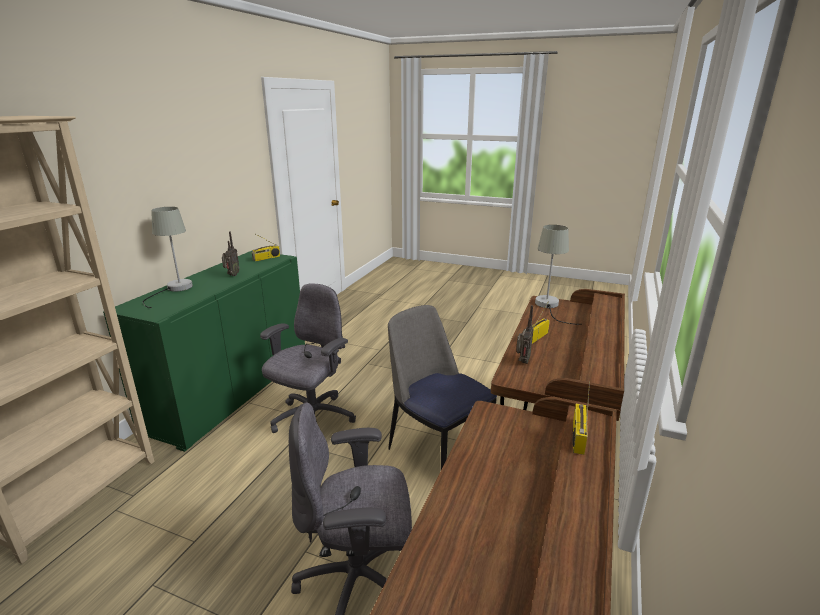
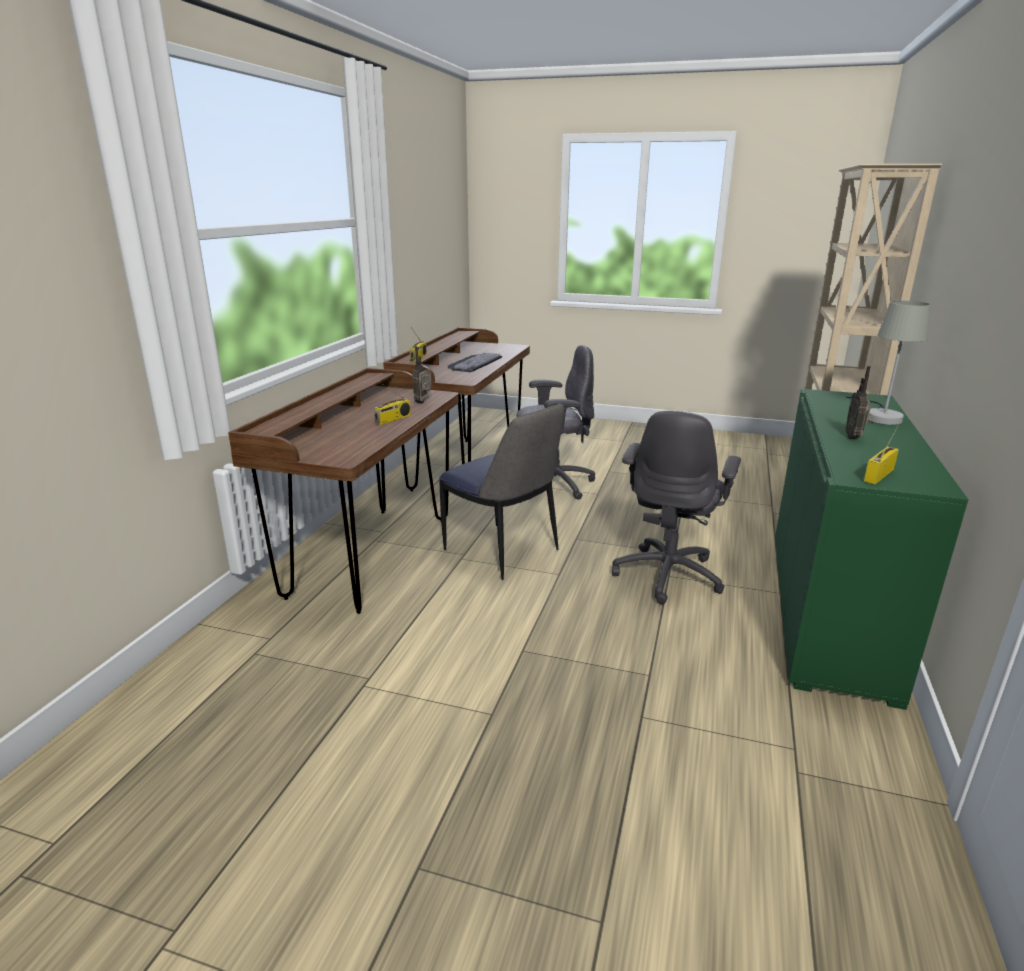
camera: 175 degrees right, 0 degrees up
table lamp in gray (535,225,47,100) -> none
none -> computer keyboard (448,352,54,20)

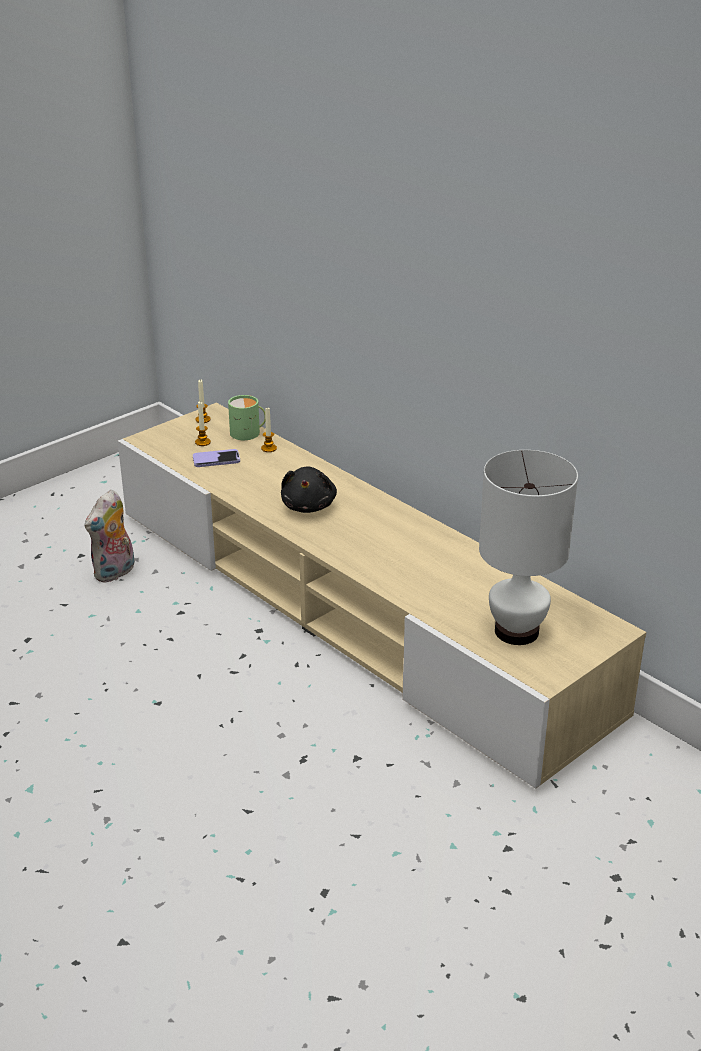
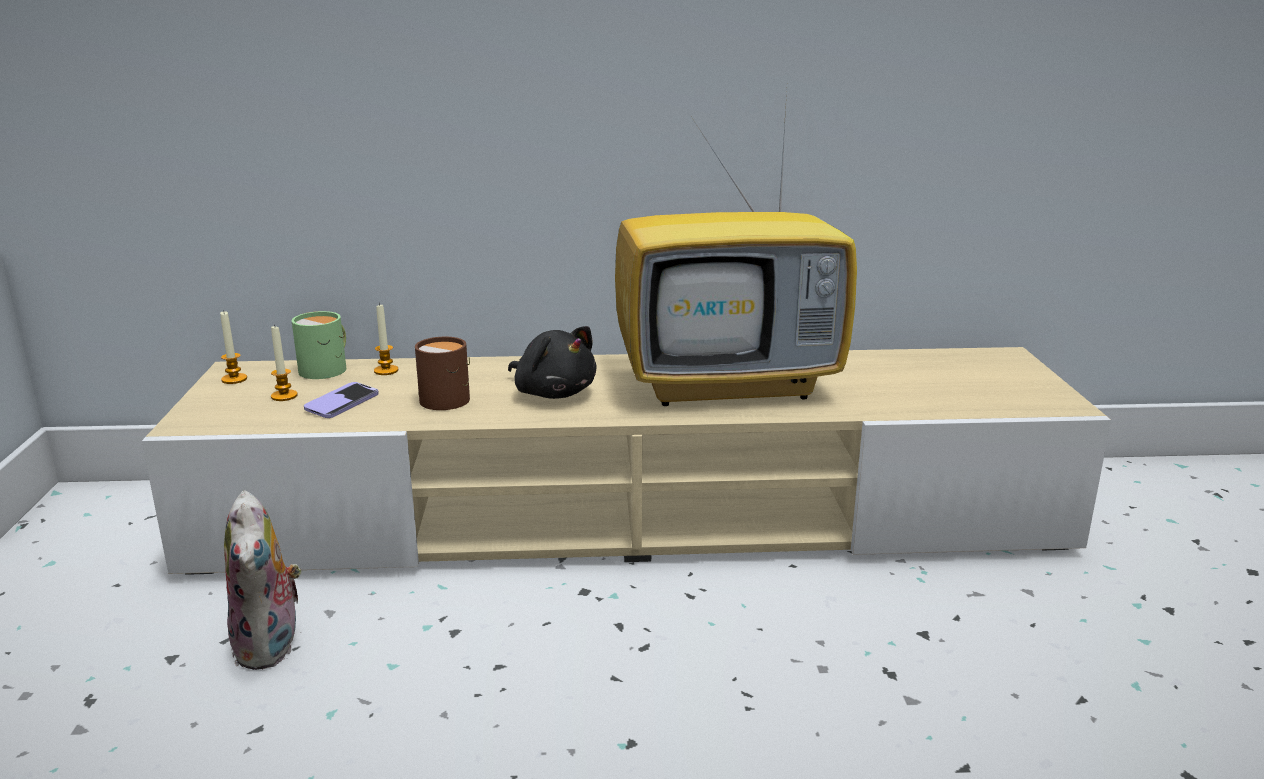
camera: 50 degrees left, 10 degrees down
table lamp in whitish (479,450,99,195) -> none
none -> television (615,93,242,313)
none -> coffee mug in brownish (415,337,55,73)

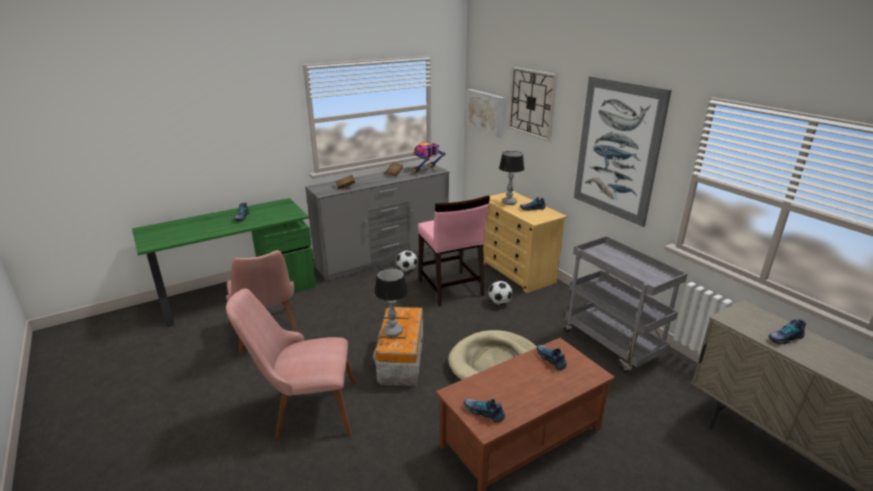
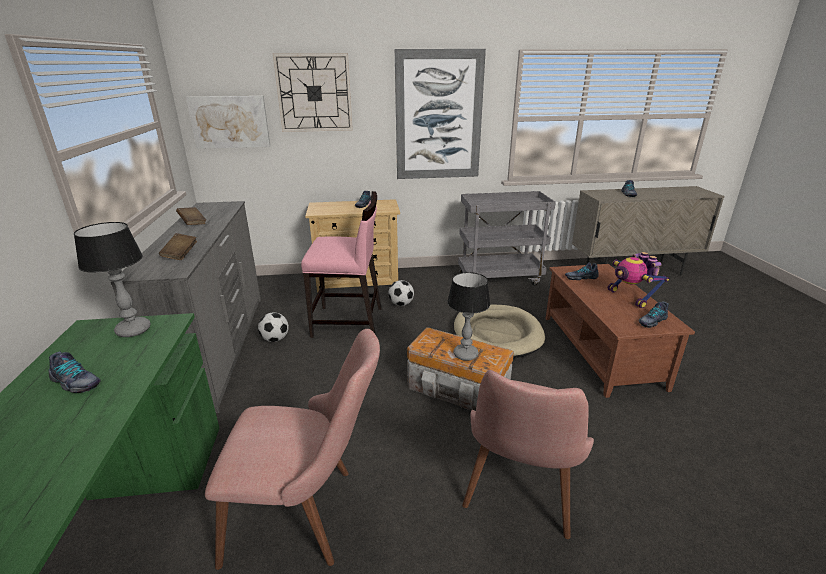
camera: 65 degrees left, 0 degrees up
model robot (413,142,33,31) -> model robot (608,252,61,56), shifted
table lamp (499,151,25,54) -> table lamp (74,222,77,115), shifted

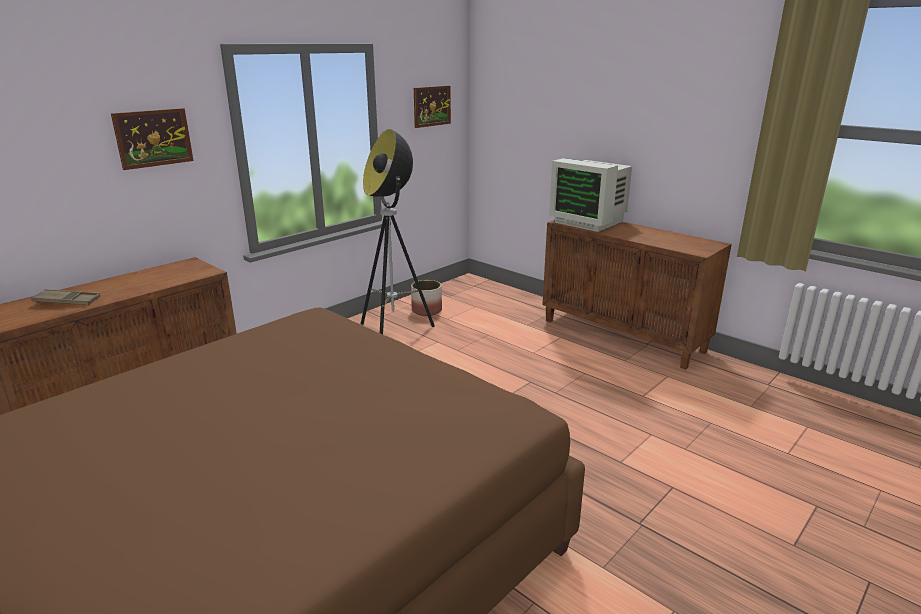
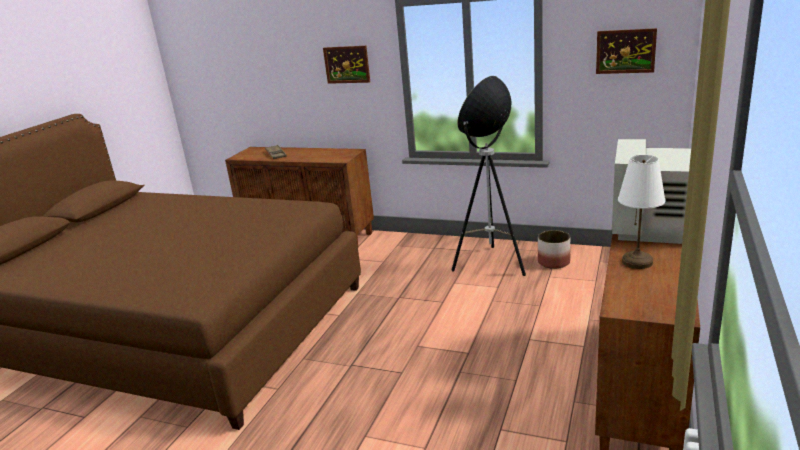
camera: 70 degrees right, 0 degrees up
none -> table lamp in whitish (618,155,48,114)

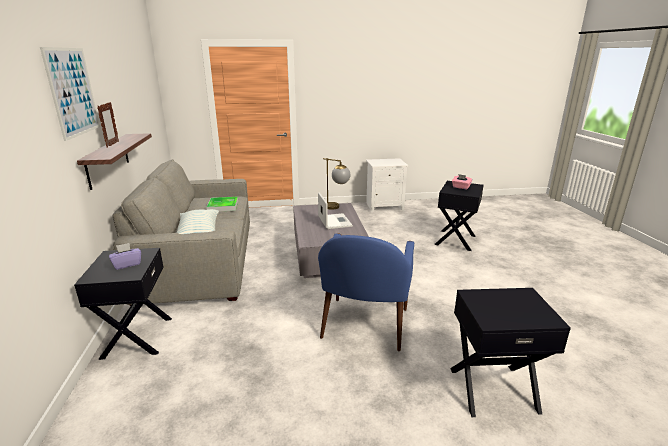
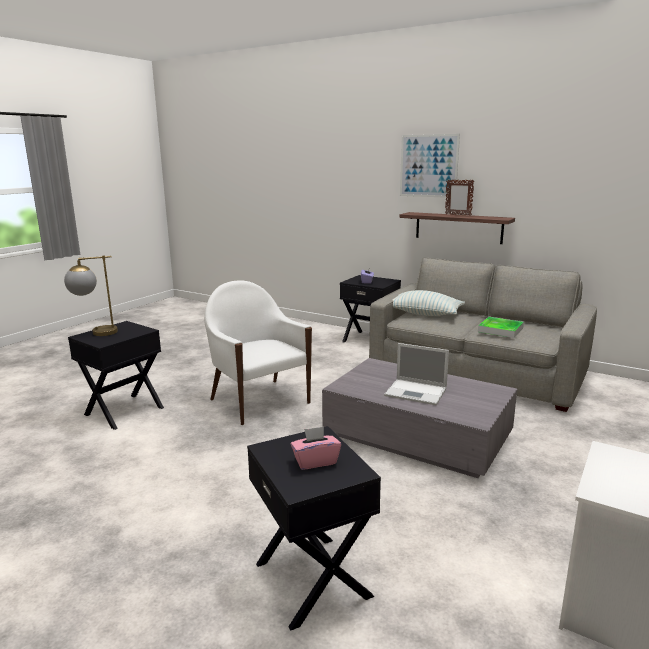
camera: 130 degrees right, 5 degrees down
table lamp (323,158,27,52) -> table lamp (64,256,54,80), shifted
lounge chair in bluish (318,233,96,118) -> lounge chair in whitish (204,280,108,145)

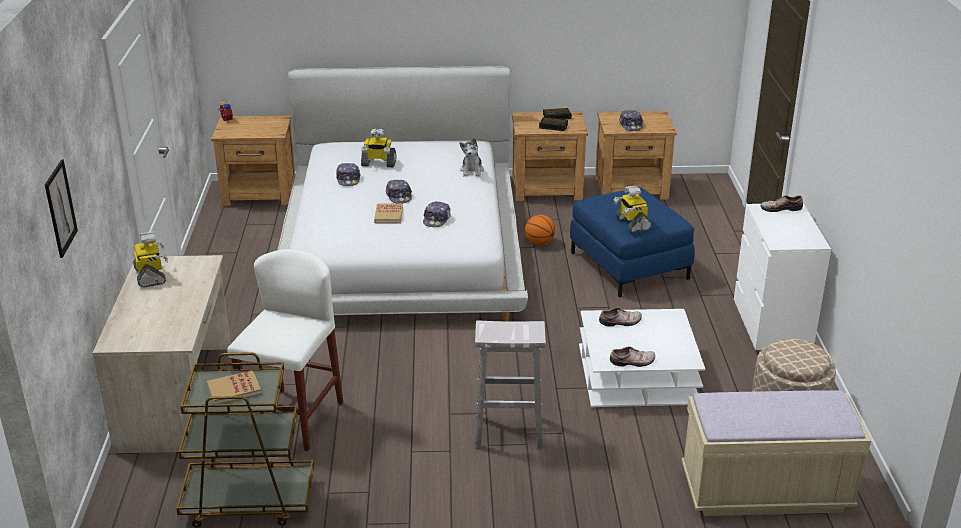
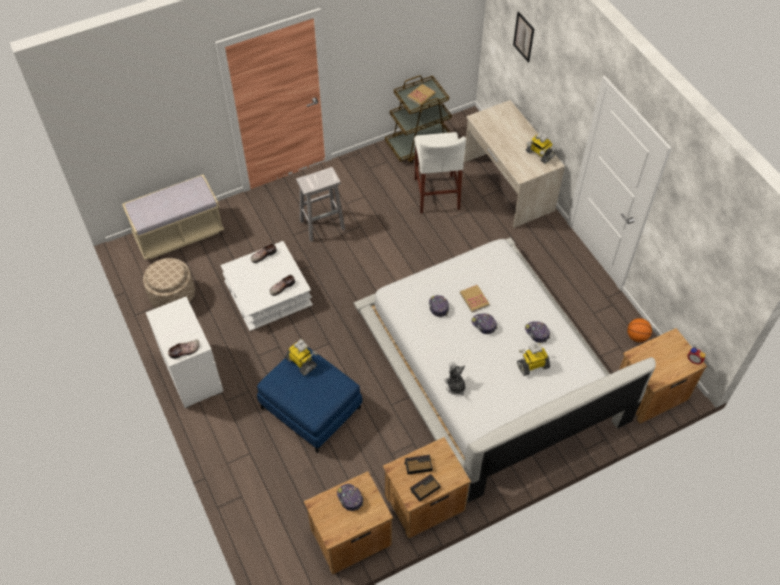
camera: 155 degrees right, 25 degrees up
ball for basketball (525,215,30,30) -> ball for basketball (627,318,25,24), shifted

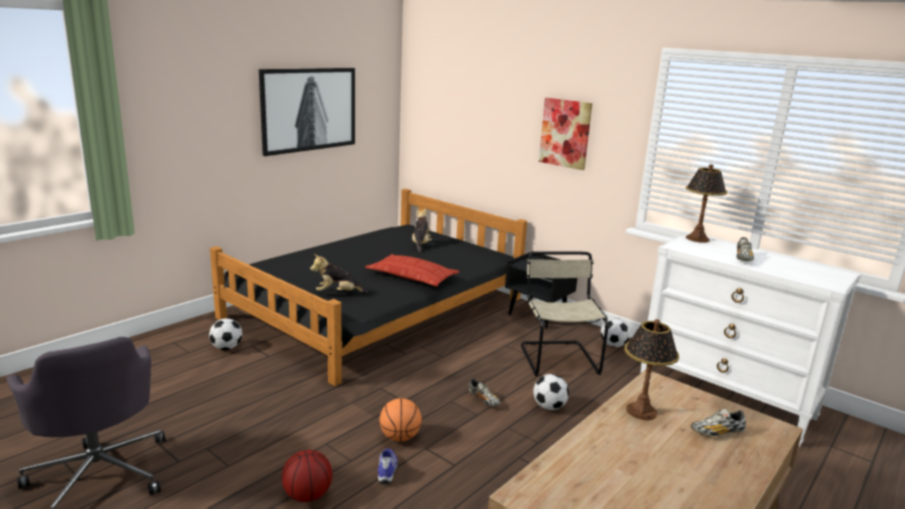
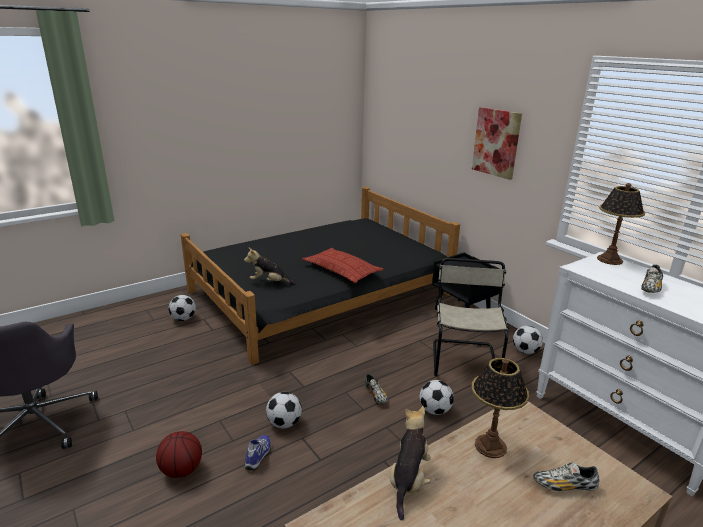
camera: 15 degrees right, 5 degrees up
wall art (259,68,96,88) -> none
cuddly toy (412,208,20,44) -> cuddly toy (390,406,41,114), shifted
ball for basketball (379,398,43,44) -> ball for football (266,392,36,36)

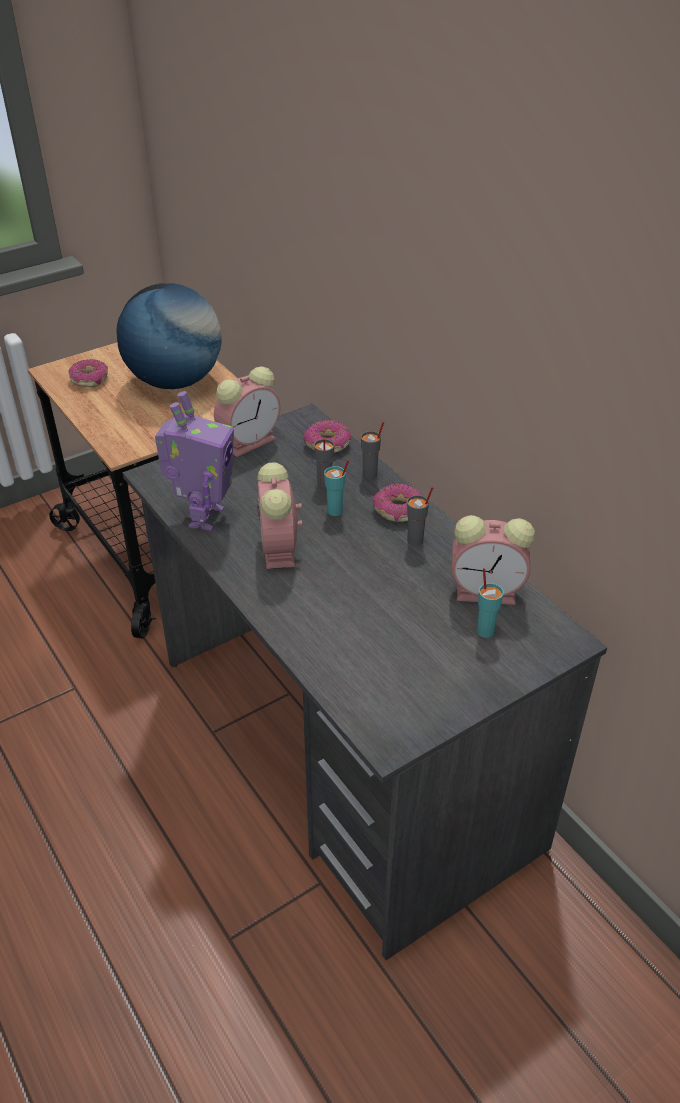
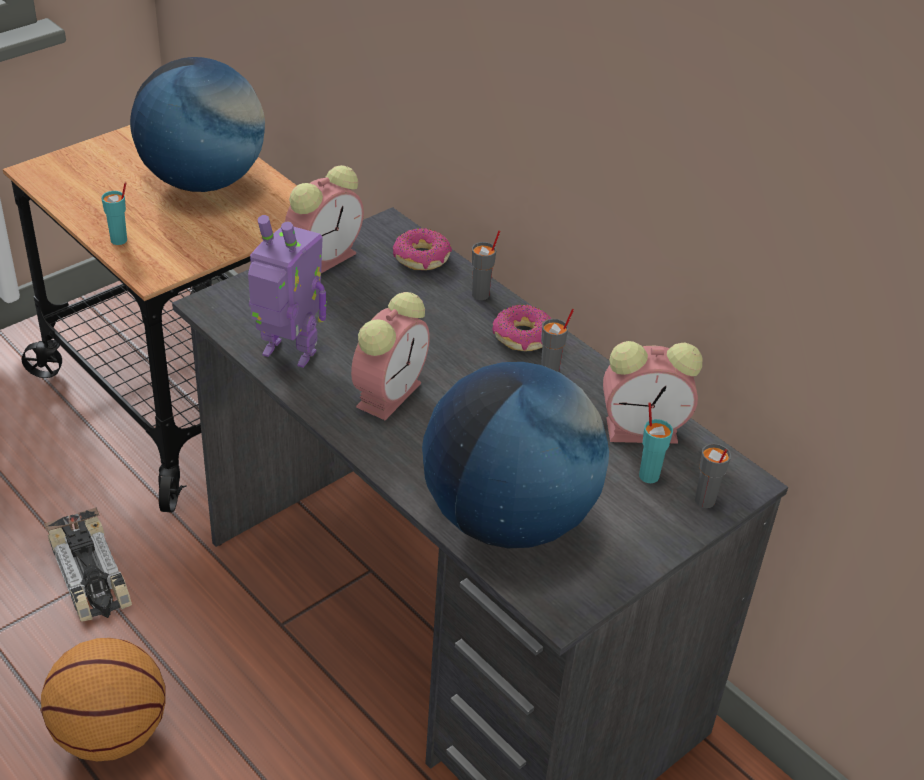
camera: 10 degrees left, 0 degrees up
doughnut (68,359,40,28) -> none
model robot (155,391,79,140) -> model robot (248,215,78,153), 75 degrees counterclockwise
small cup in gray (314,439,20,49) -> small cup in gray (695,443,36,65), shifted
small cup in blue-green (324,460,25,56) -> small cup in blue-green (101,182,26,63), shifted
alarm clock (257,463,46,106) -> alarm clock (351,292,79,128), 135 degrees counterclockwise
none -> globe (422,362,187,186)
none -> model car (44,508,88,114)
none -> ball for basketball (41,638,125,123)

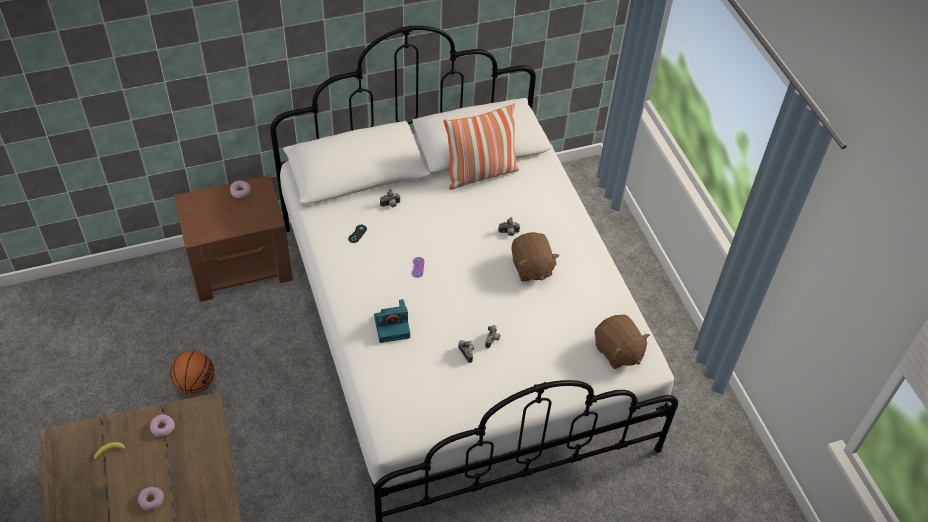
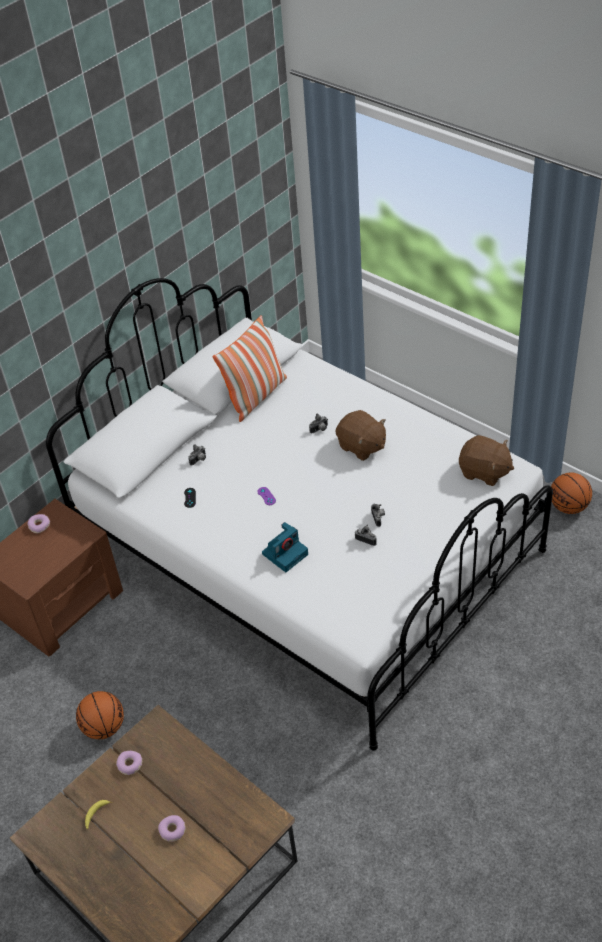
camera: 25 degrees left, 5 degrees down
none -> ball for basketball (551,472,41,42)

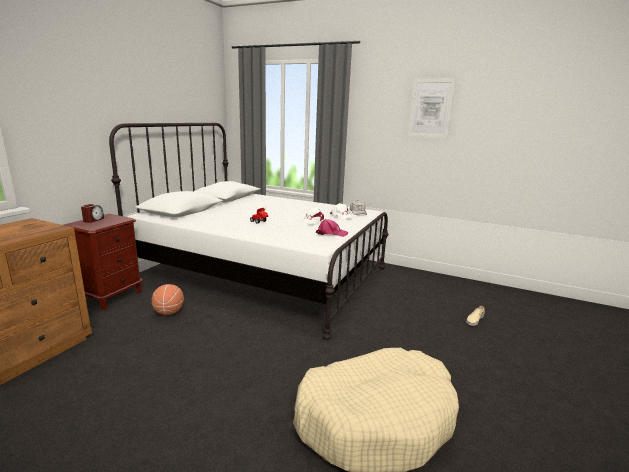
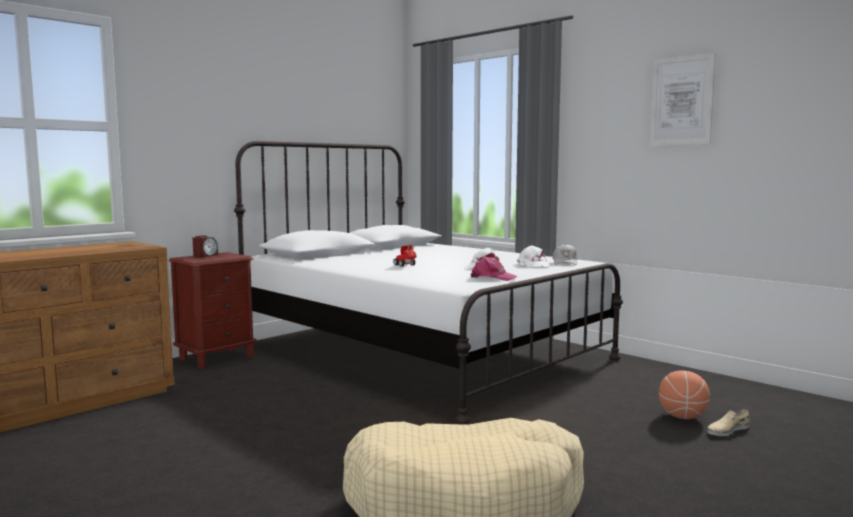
camera: 20 degrees right, 10 degrees down
ball for basketball (152,284,32,31) -> ball for basketball (659,370,51,49), shifted

